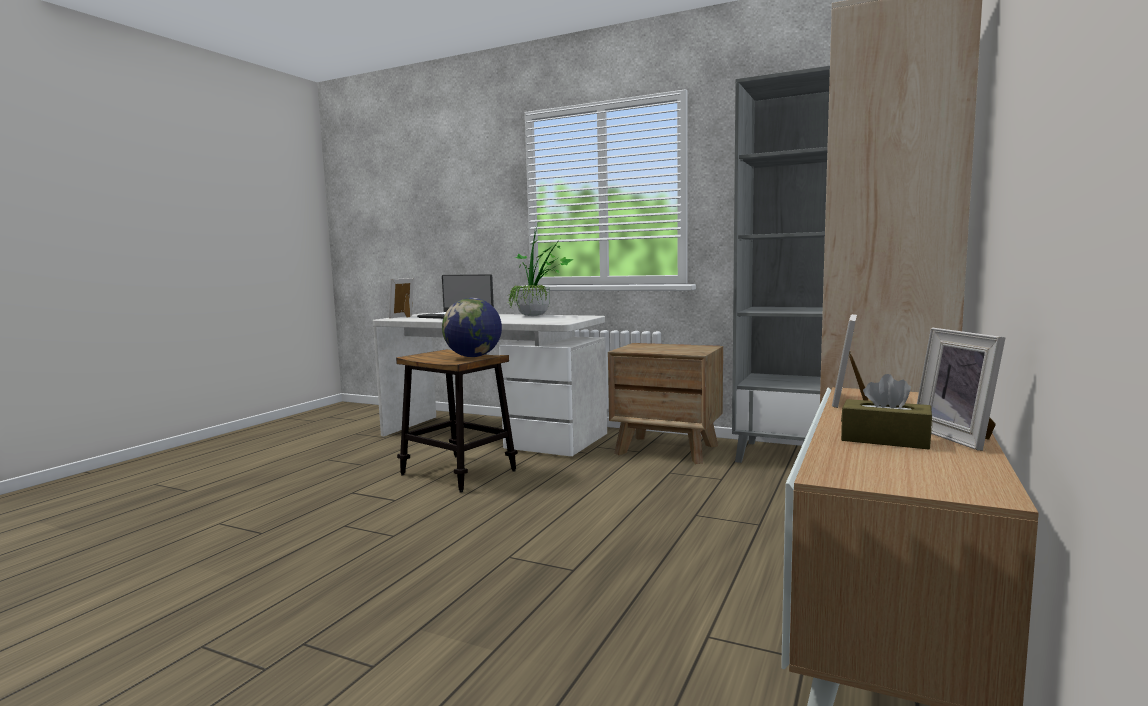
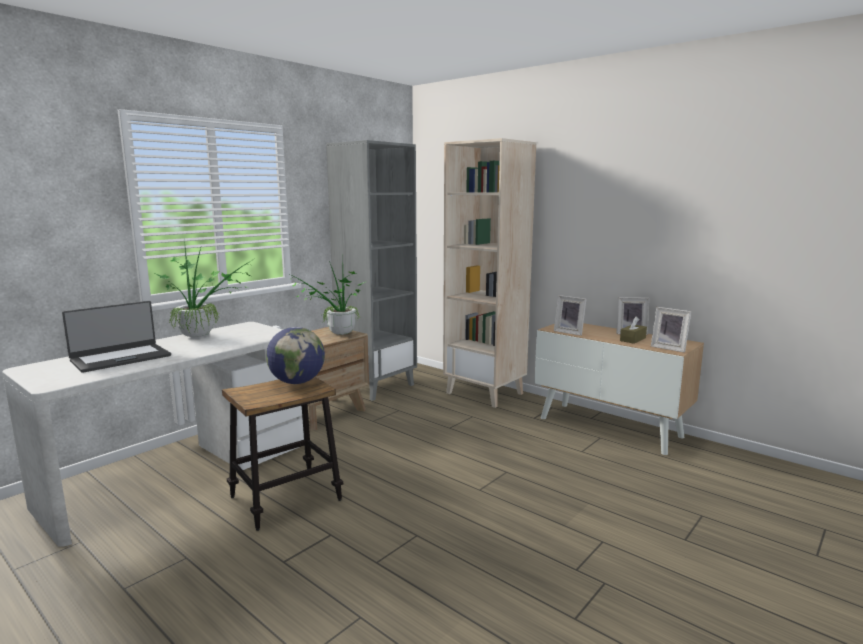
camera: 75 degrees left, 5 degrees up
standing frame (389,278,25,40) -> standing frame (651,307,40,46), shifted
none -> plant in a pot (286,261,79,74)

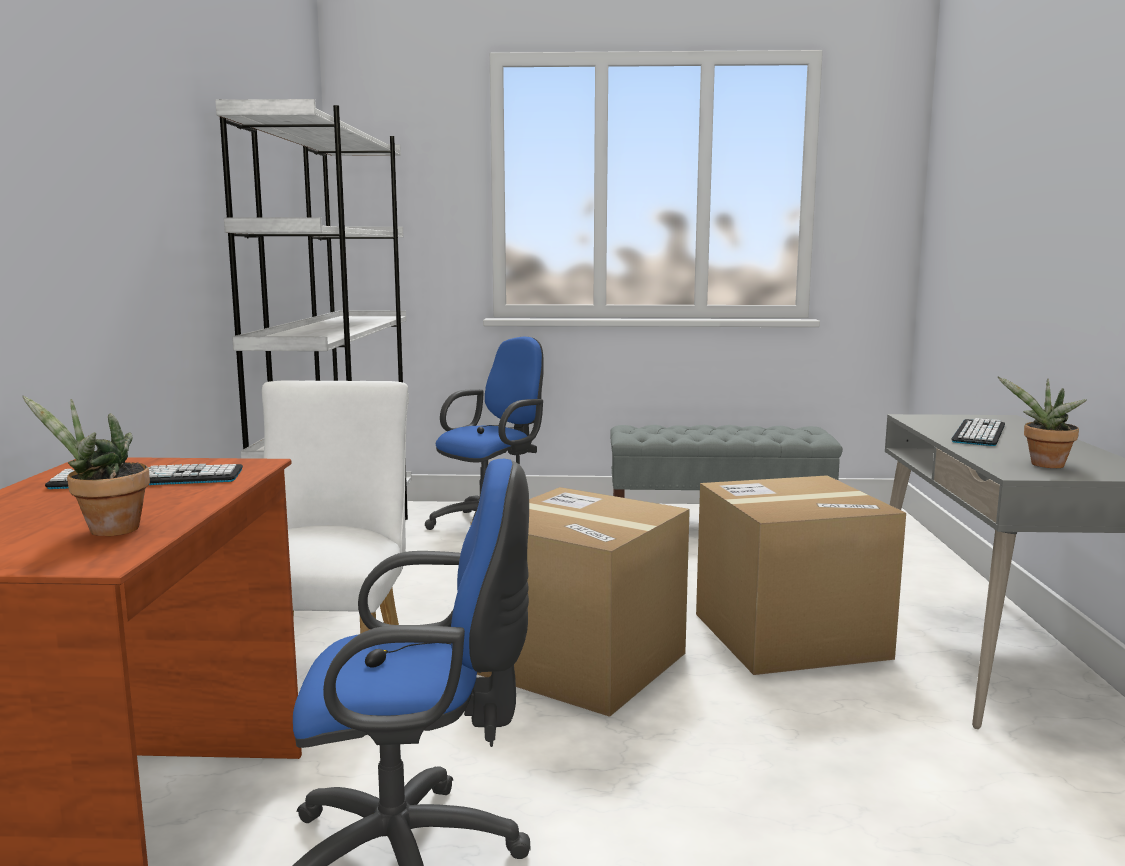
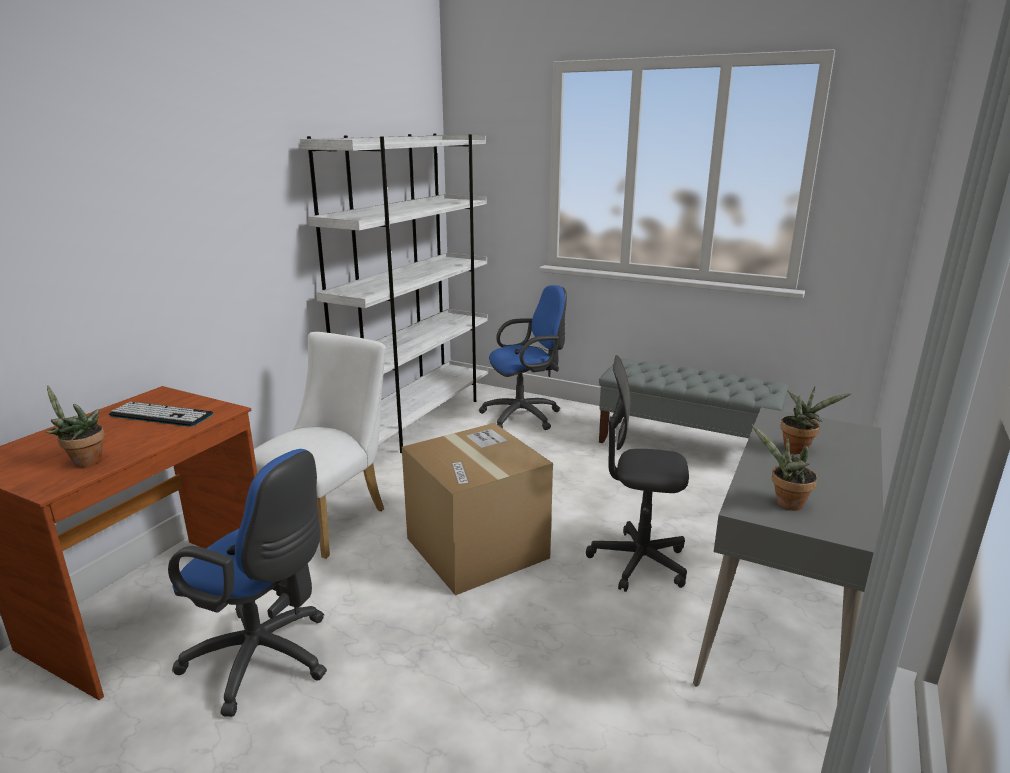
camera: 25 degrees right, 10 degrees up
computer keyboard (951,418,54,28) -> plant in a pot (781,387,71,67)
carton (696,475,210,200) -> desk chair in gray (586,355,103,237)

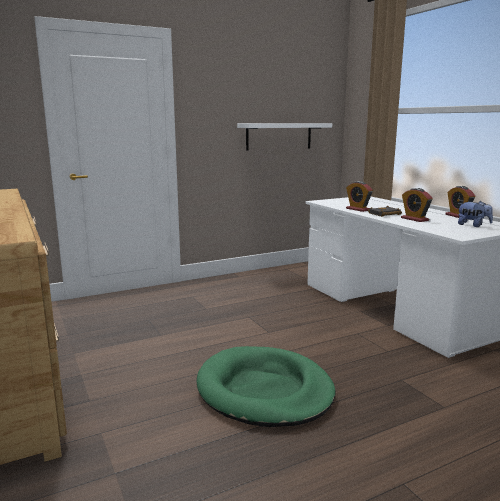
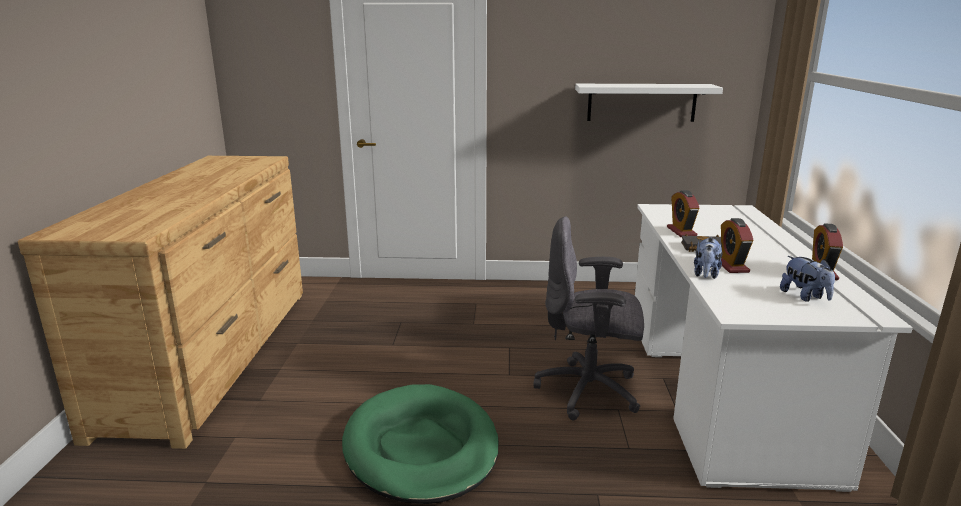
camera: 30 degrees right, 5 degrees up
none -> desk chair in gray (533,217,111,203)
none -> cuddly toy (694,238,28,41)

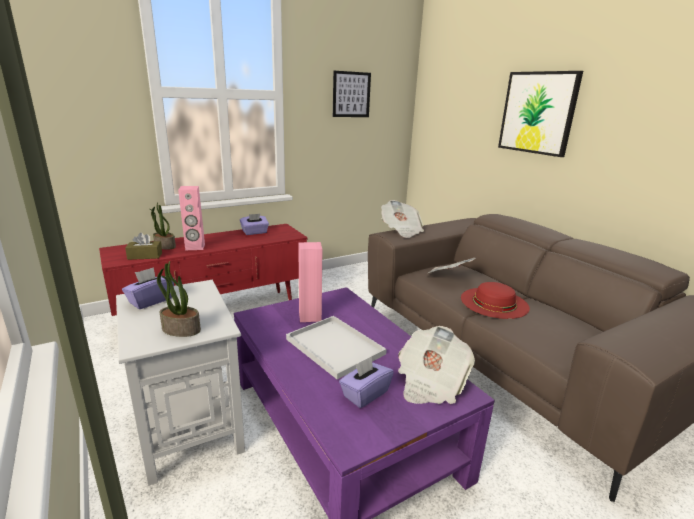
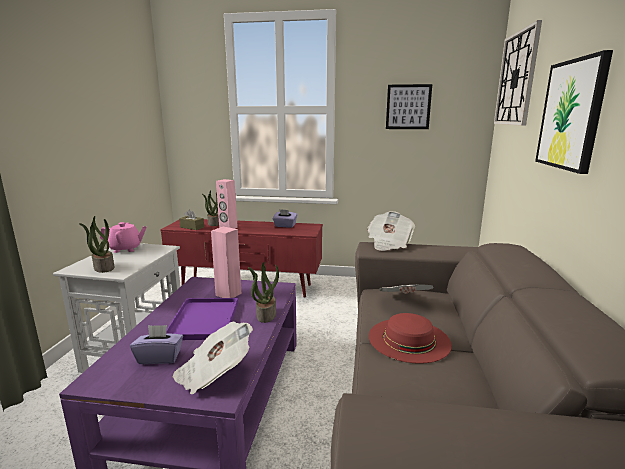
camera: 40 degrees right, 5 degrees down
box of tissues in purplish (122,267,52,43) -> pot for tea in pinkish (100,222,47,31)
carrying tray in whitish (286,316,101,63) -> carrying tray in purplish (166,298,72,42)
none -> wall clock (494,20,48,106)
none -> plant in a pot (248,262,31,61)

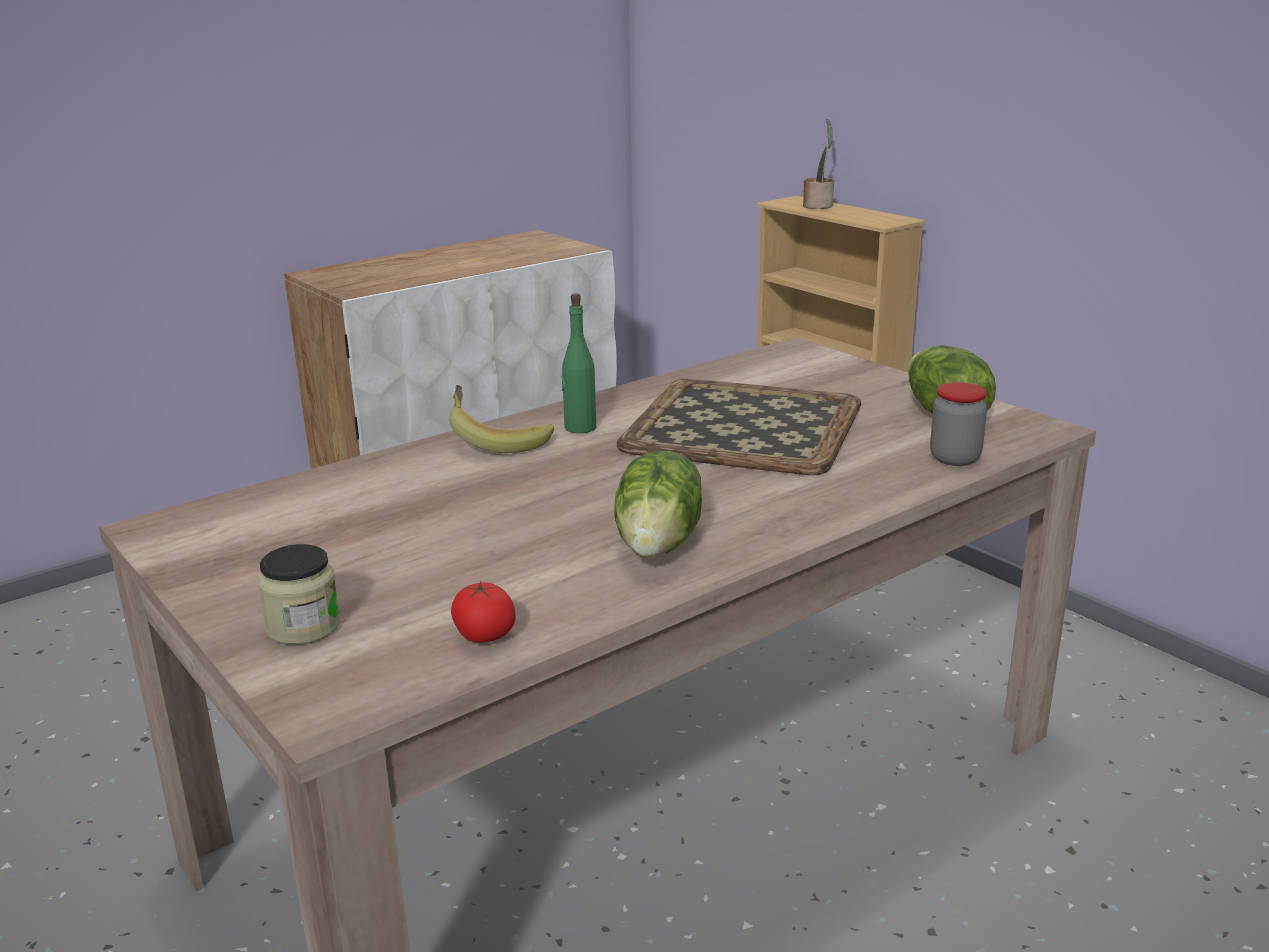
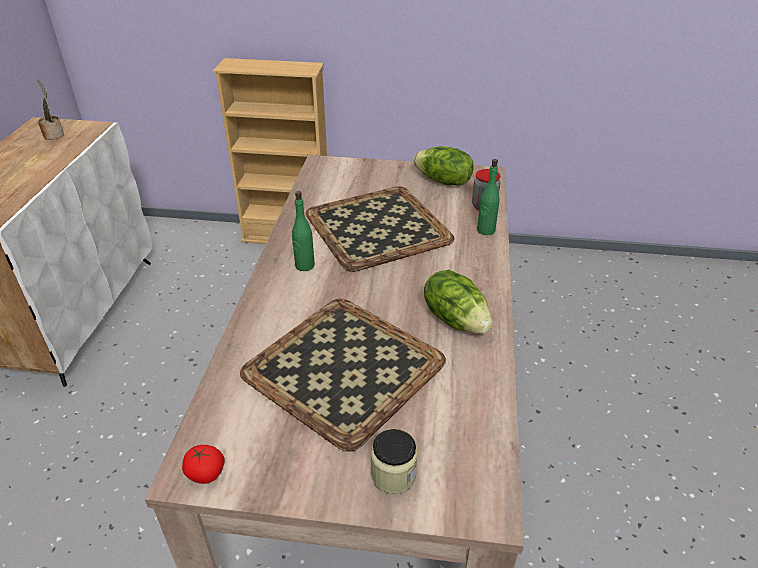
camera: 45 degrees left, 15 degrees up
plant in a pot (803,119,31,90) -> plant in a pot (37,79,27,61), shifted
banana (449,385,105,68) -> none
fresh tomato (451,581,65,62) -> fresh tomato (182,445,43,39), shifted
none -> drink bottle in greenish (477,159,22,76)
none -> carrying tray (240,299,206,153)

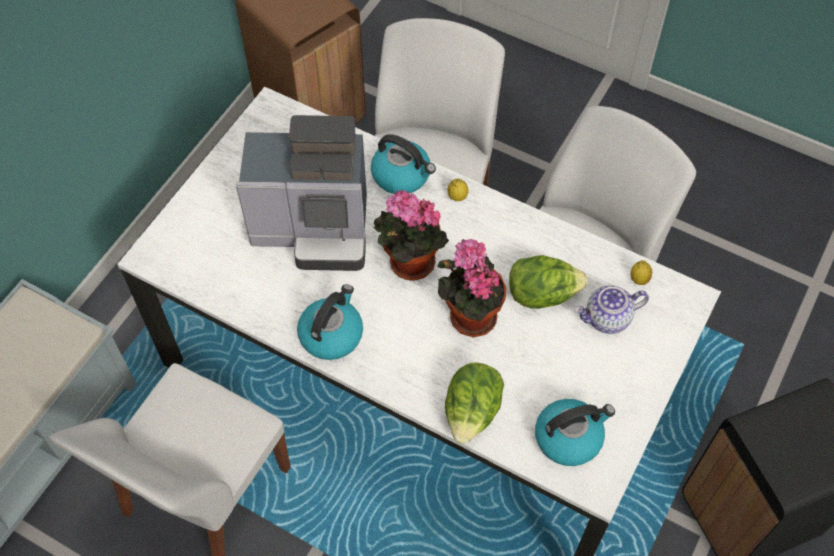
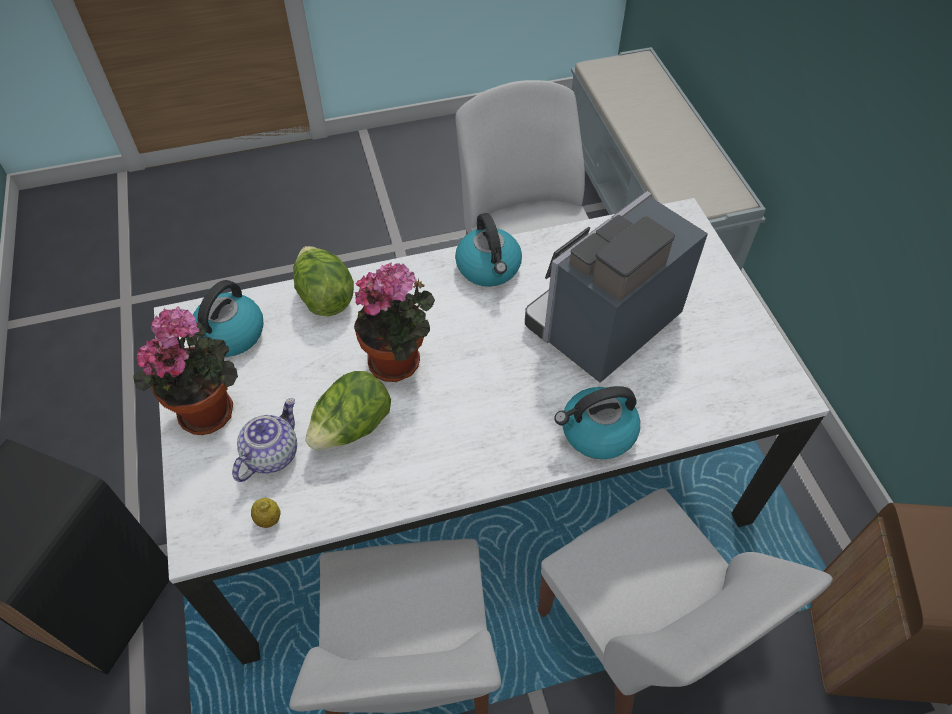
camera: 135 degrees right, 5 degrees down
citrus fruit (447,179,22,22) -> none
plant in a pot (373,190,76,91) -> plant in a pot (133,306,105,129), shifted

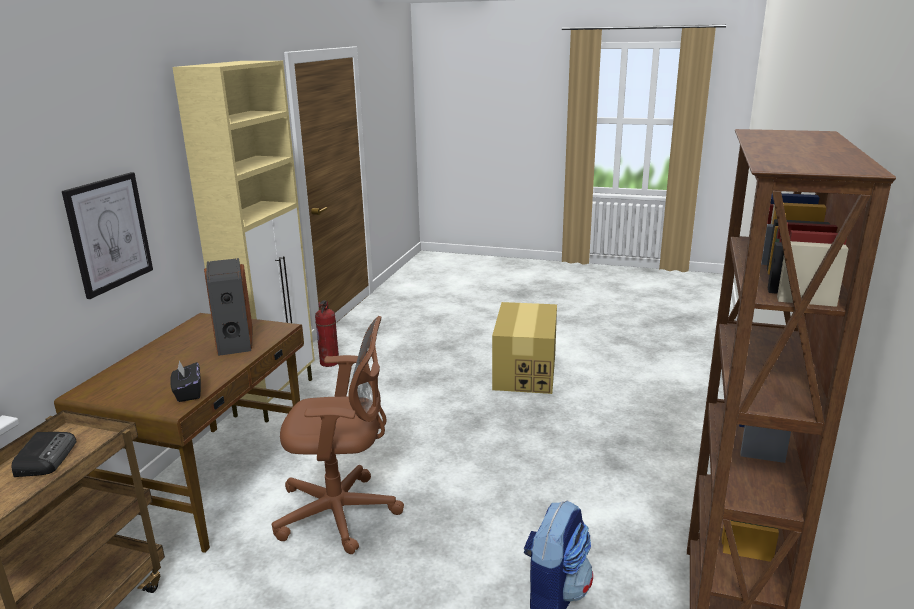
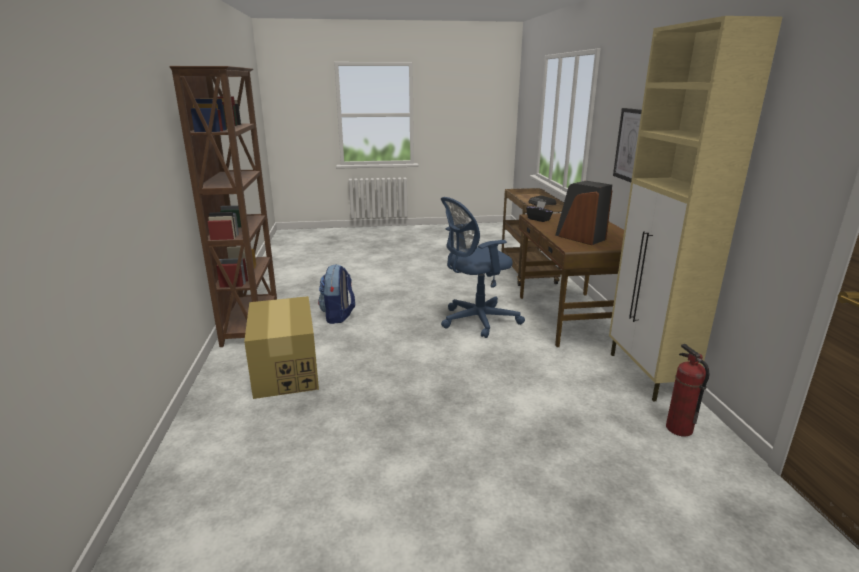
camera: 155 degrees right, 0 degrees up
carton (492,302,65,92) -> carton (244,296,75,103), shifted
desk chair in brownish (272,316,132,238) -> desk chair in bluish (441,197,84,141)

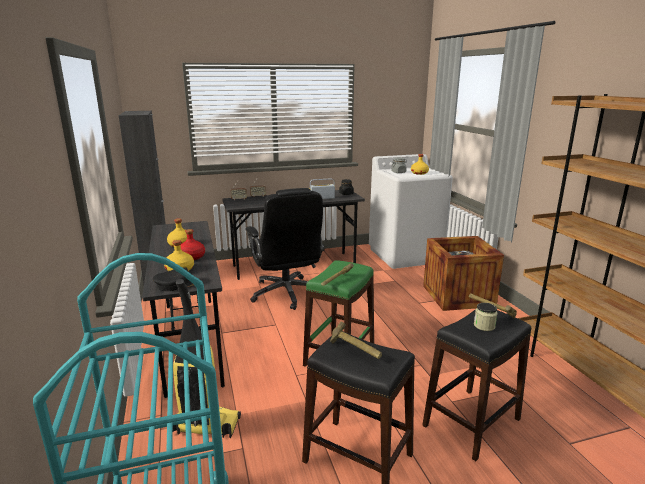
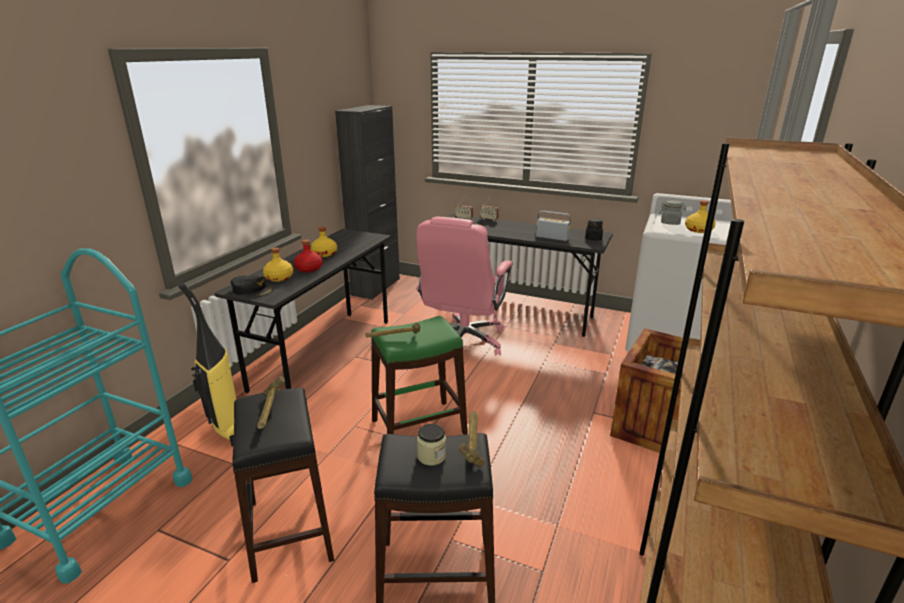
camera: 40 degrees right, 5 degrees up
desk chair in black (245,188,80,122) -> desk chair in pinkish (417,217,96,144)

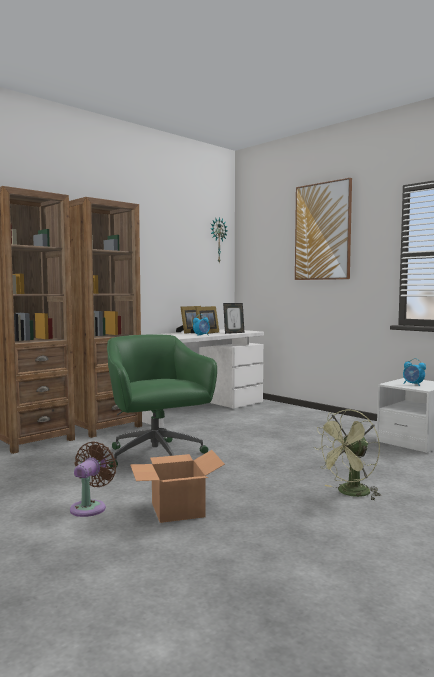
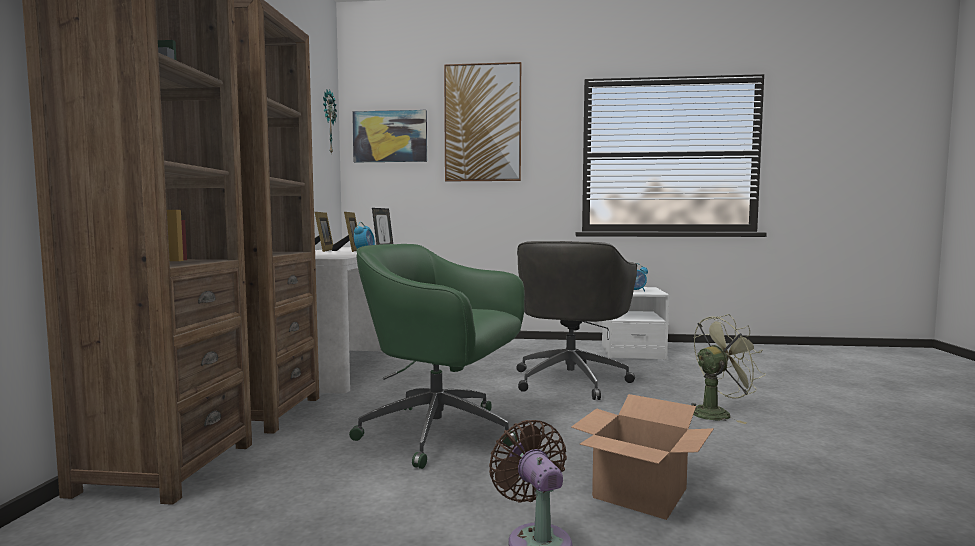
camera: 40 degrees left, 0 degrees up
electric fan in greenish (314,409,67,92) -> electric fan in greenish (691,314,75,110), 120 degrees counterclockwise
none -> wall art (352,110,75,52)
none -> desk chair in gray (516,241,121,159)

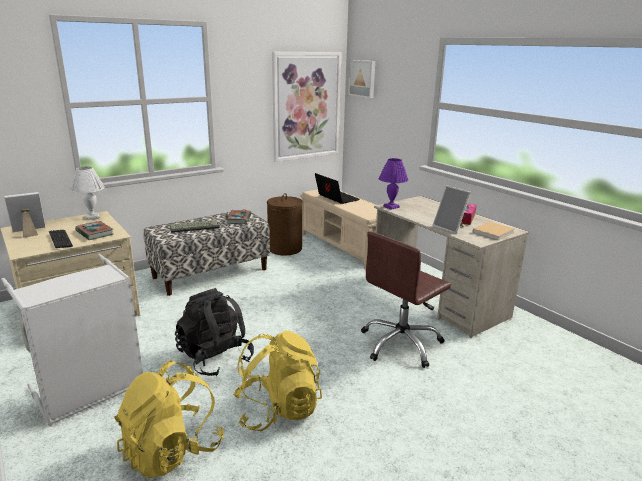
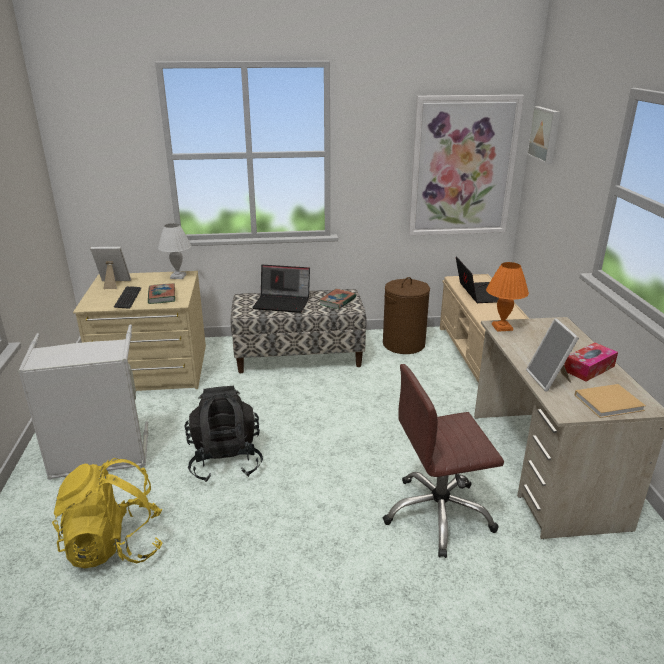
camera: 30 degrees right, 5 degrees up
table lamp in purplish (379,158,29,52) -> table lamp in orange-coloured (486,262,43,70)
computer keyboard (170,220,50,13) -> portable computer (252,265,58,48)
rucksack in yellow-coloured (233,331,89,100) -> none

